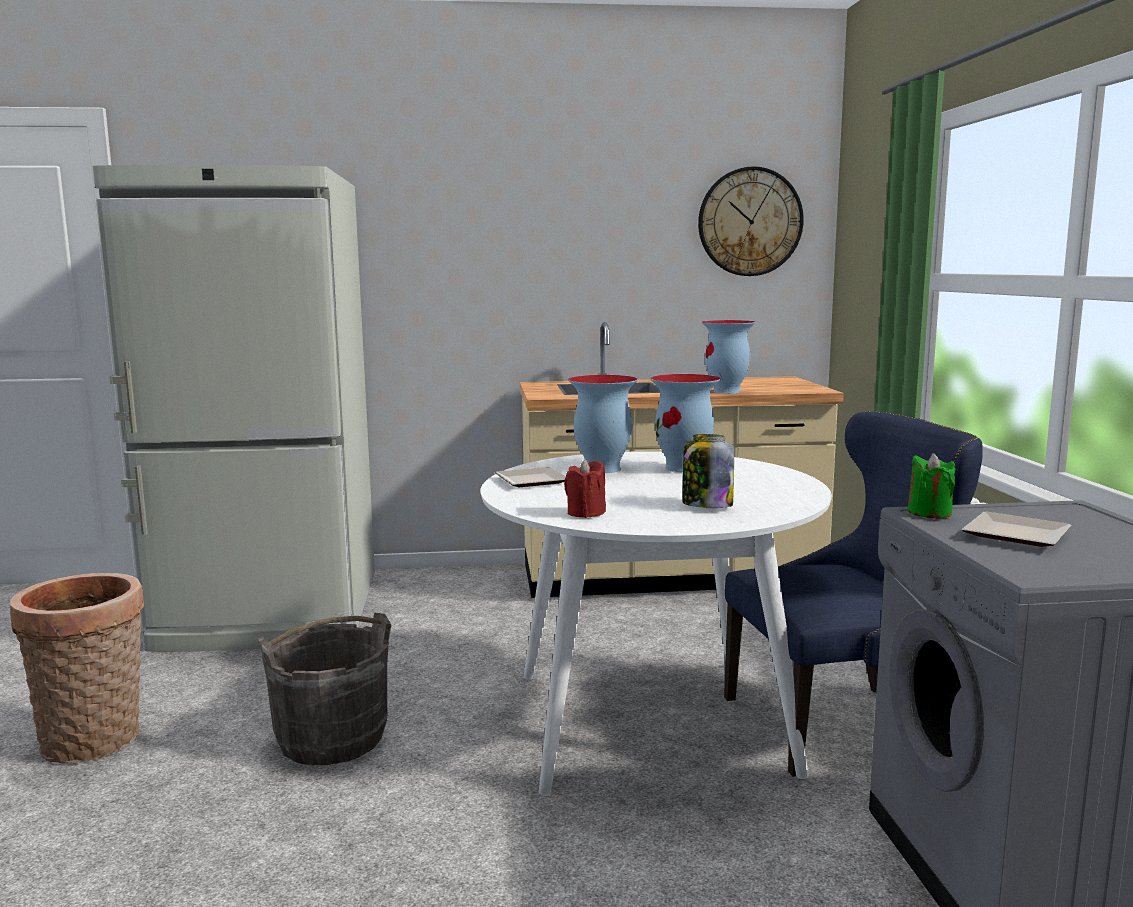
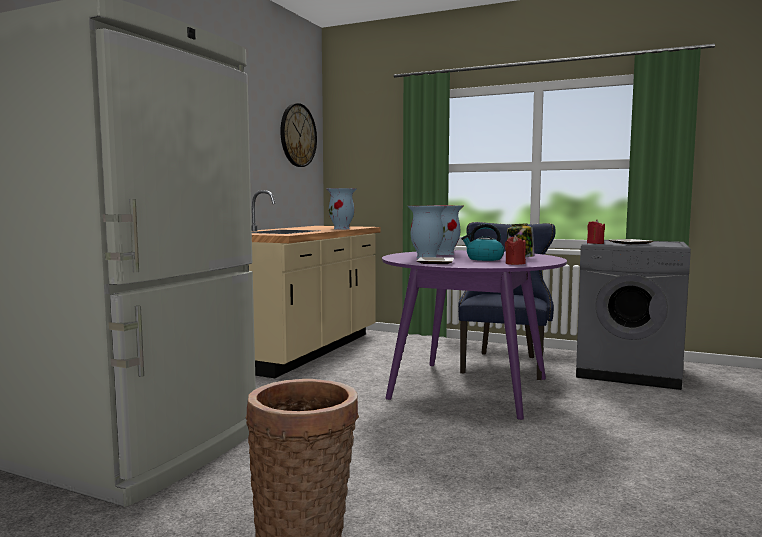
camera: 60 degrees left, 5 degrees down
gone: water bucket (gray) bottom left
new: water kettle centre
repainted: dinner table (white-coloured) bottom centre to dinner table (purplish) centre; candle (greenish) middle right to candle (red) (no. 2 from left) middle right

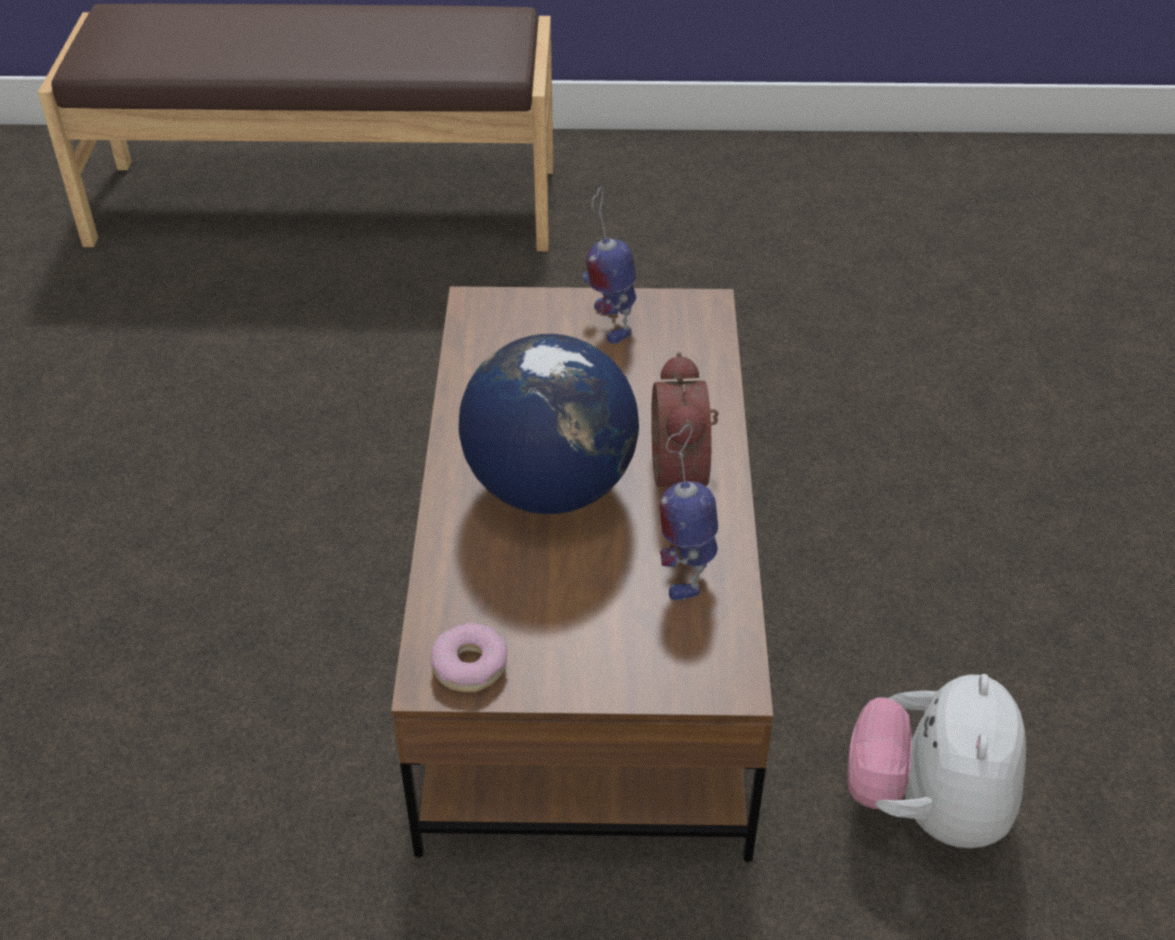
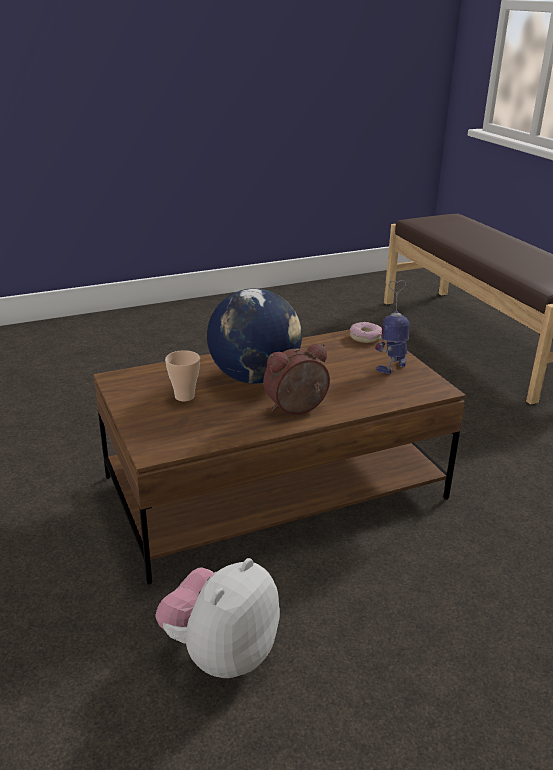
camera: 65 degrees right, 15 degrees down
gone: model robot (no. 2 from left) centre
new: drinking cup middle left
shifted: donut bottom centre to centre
rotated: plush toy bottom right = bottom centre 45 degrees counterclockwise

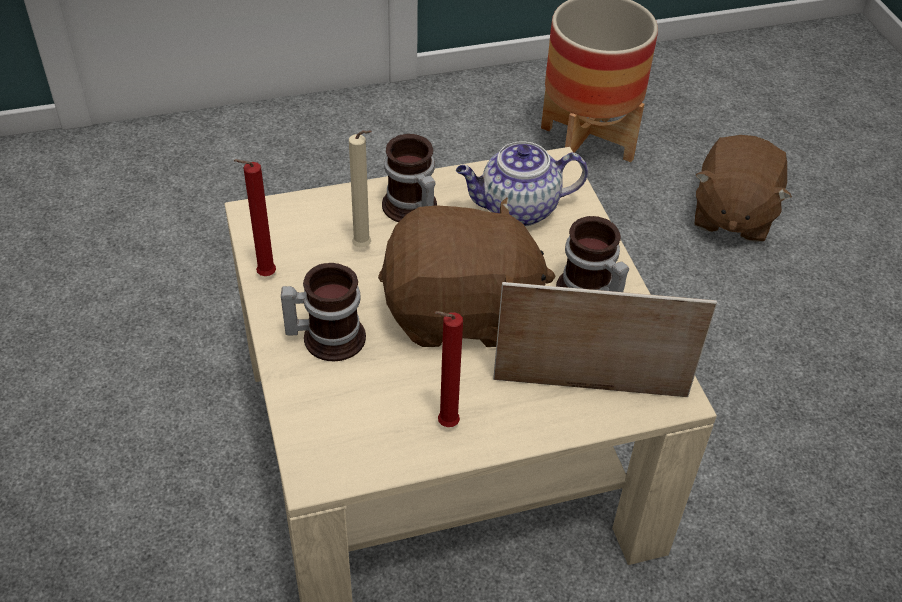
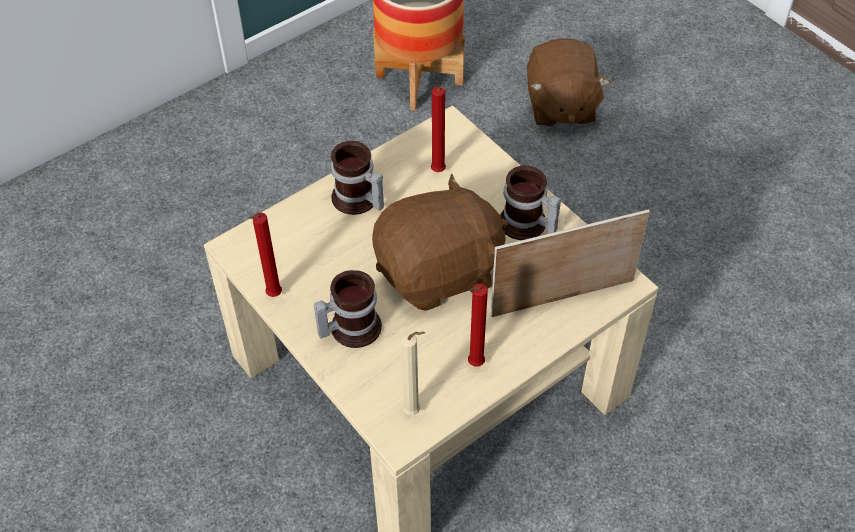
camera: 20 degrees left, 5 degrees up
shifted: candle (sand-coloured) top centre to bottom centre
swapped: pot for tea top centre to candle (red) (no. 2 from left) top centre

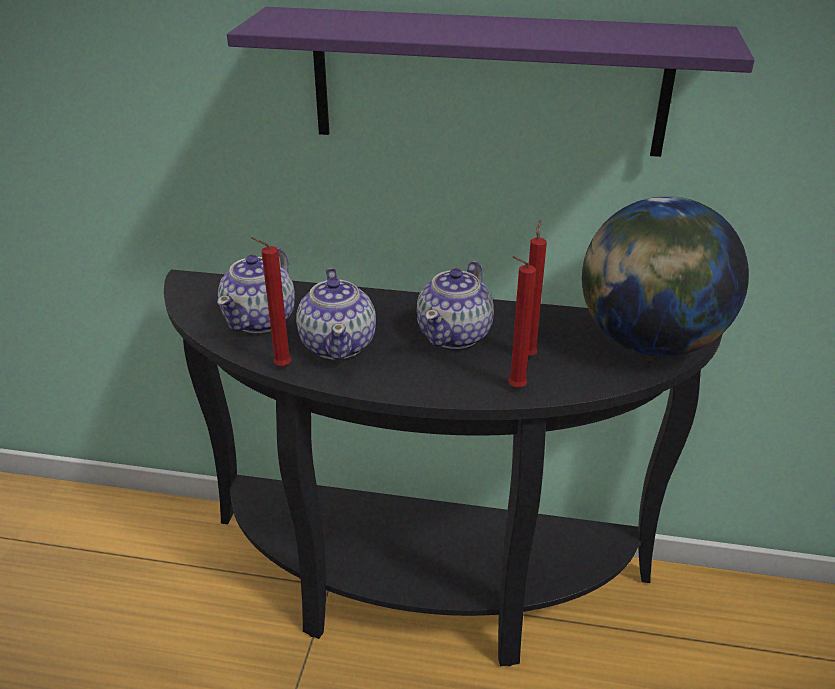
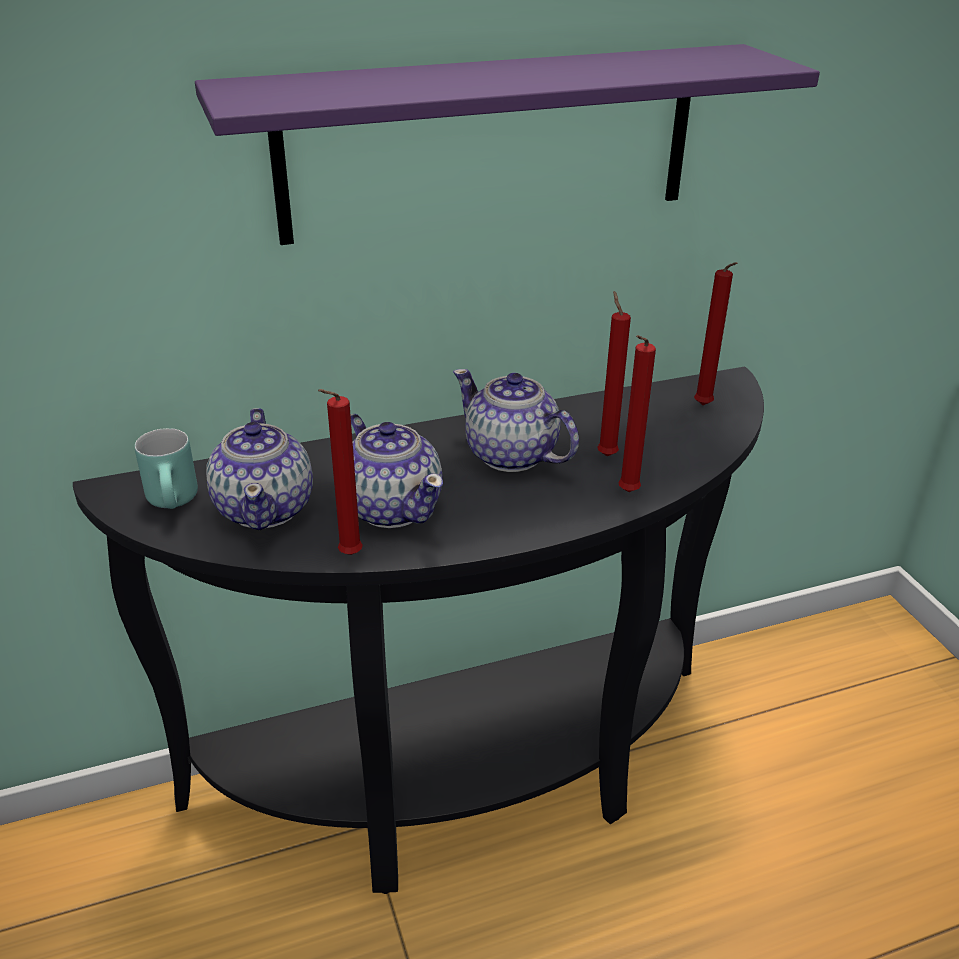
camera: 30 degrees left, 0 degrees up
new: tea mug (turquoise) middle left
swapped: globe middle right to candle (red) (no. 4 from left) middle right
rotated: pot for tea (no. 3 from left) centre = centre 135 degrees clockwise

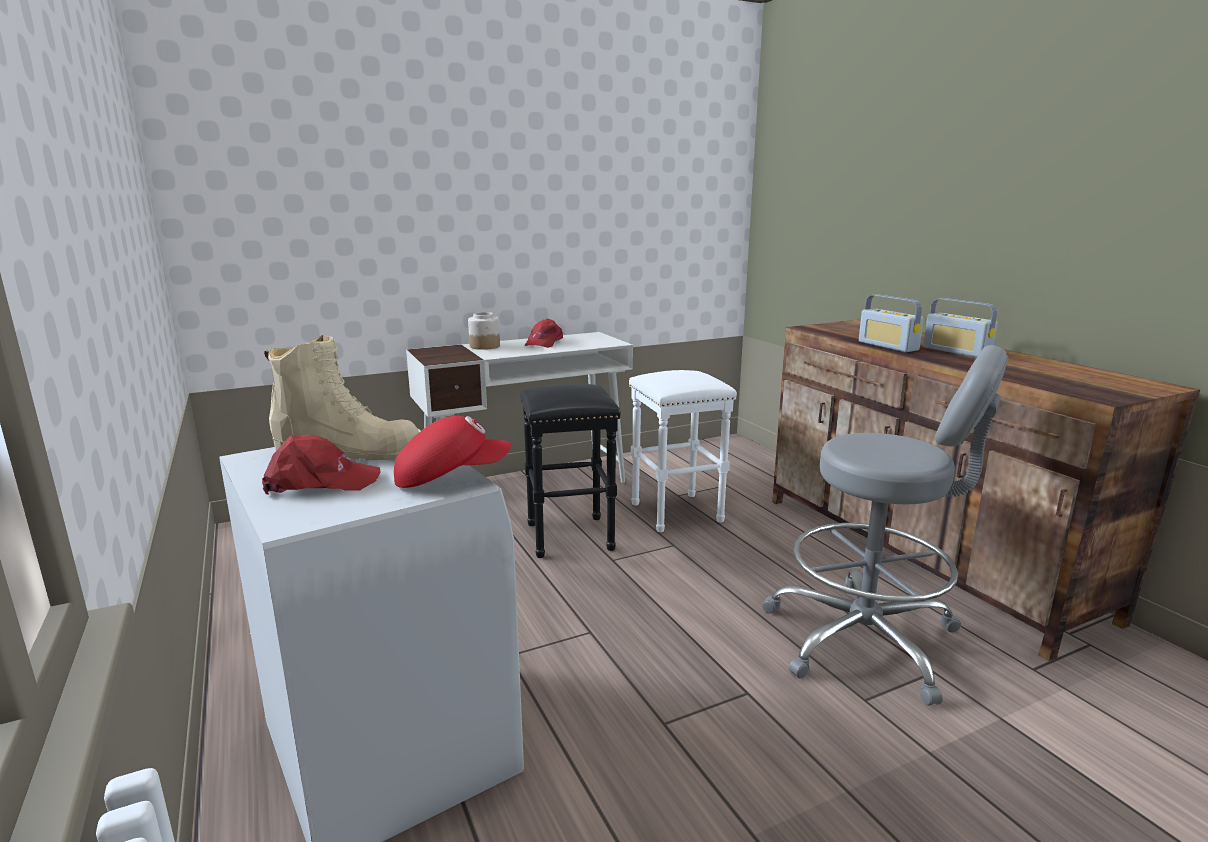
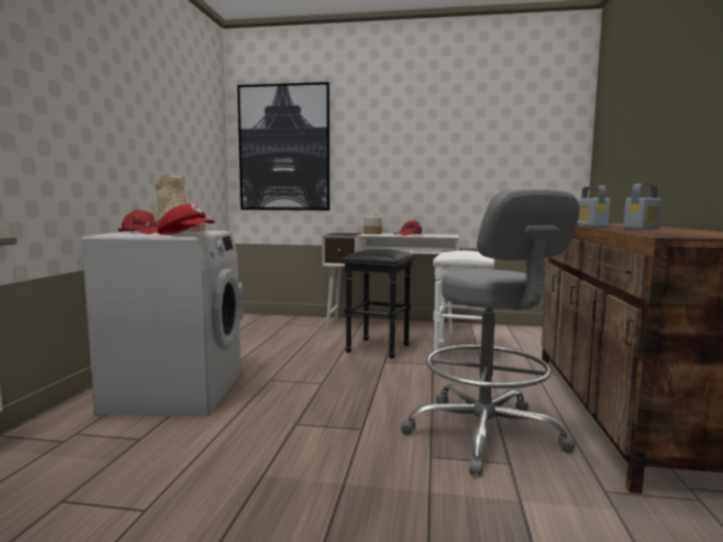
camera: 35 degrees right, 10 degrees down
new: wall art top centre
rotated: radio (no. 2 from left) middle right = middle right 135 degrees counterclockwise

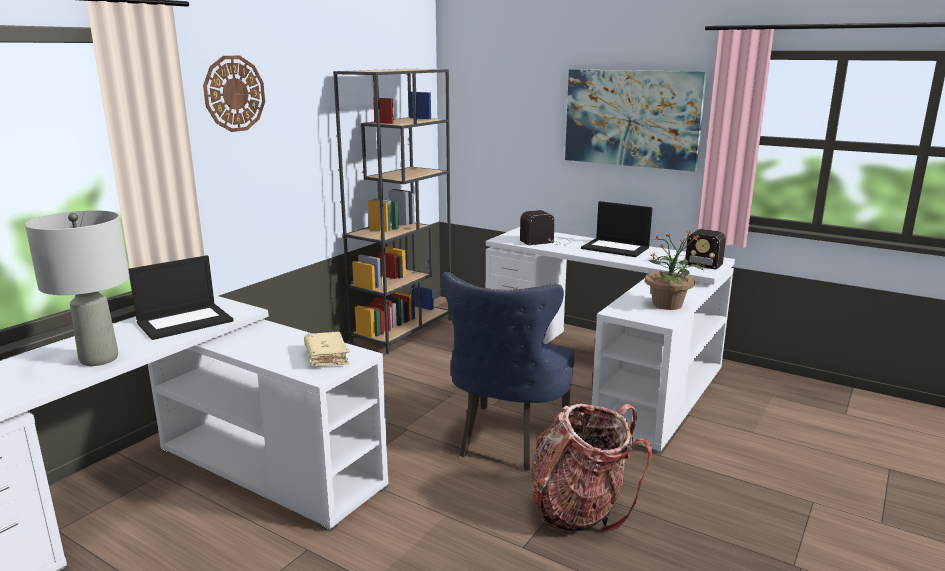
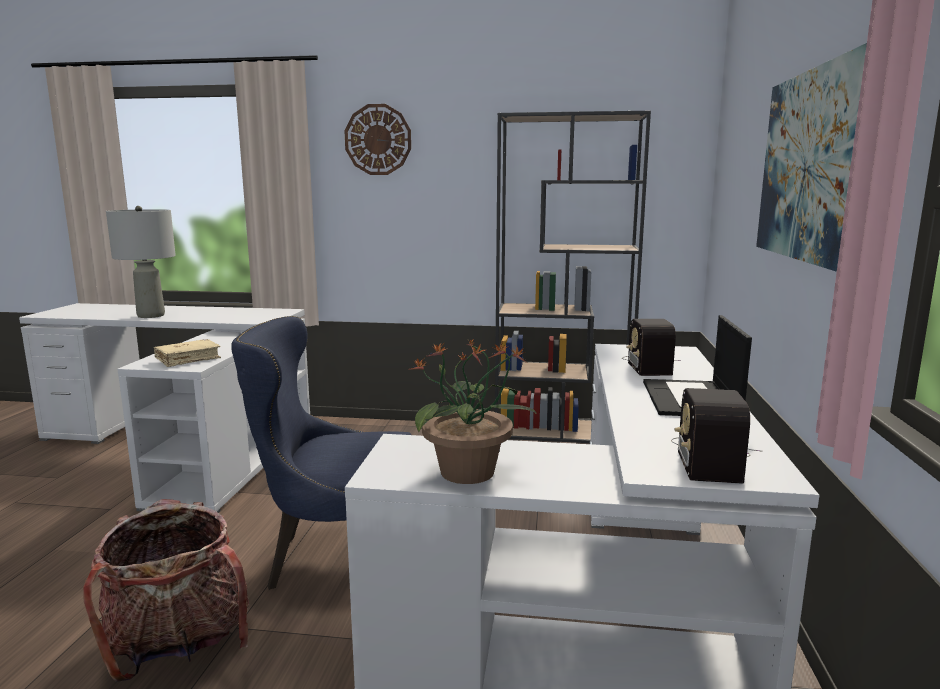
camera: 65 degrees right, 5 degrees down
gone: notebook computer (no. 1 from left) middle left
rotated: radio (no. 1 from left) centre = middle right 135 degrees counterclockwise

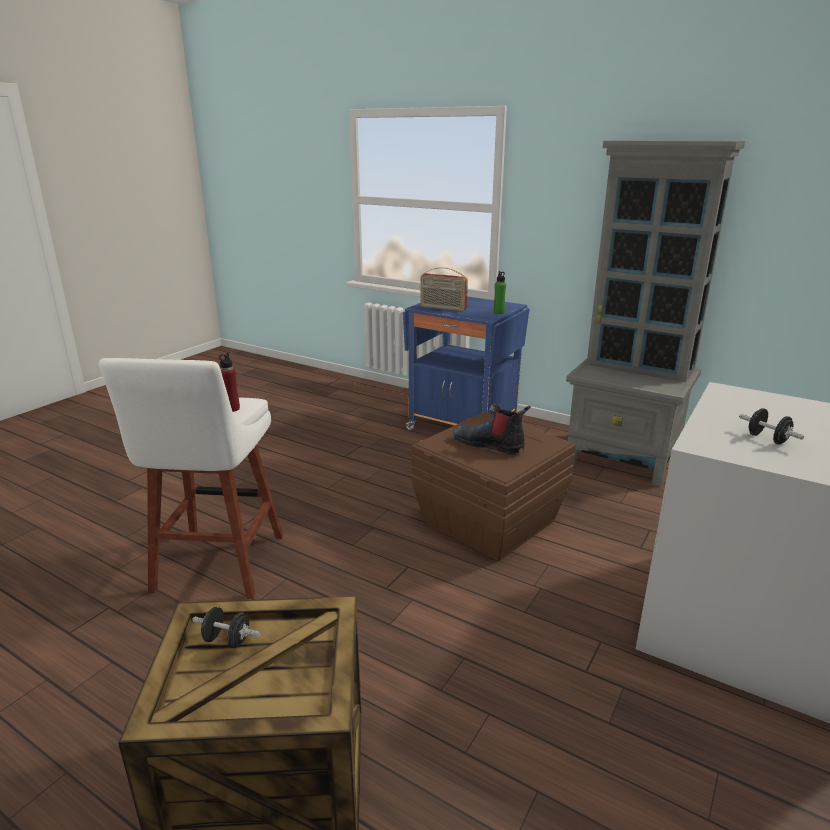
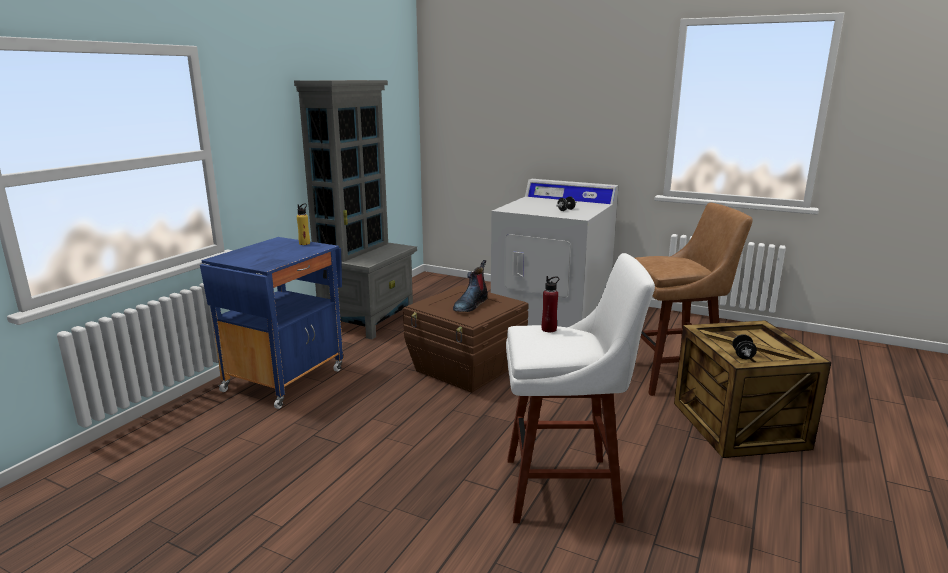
camera: 95 degrees left, 5 degrees down
gone: radio centre
new: stool (brownish) middle right
repainted: bottle (greenish) centre to bottle (yellow) middle left

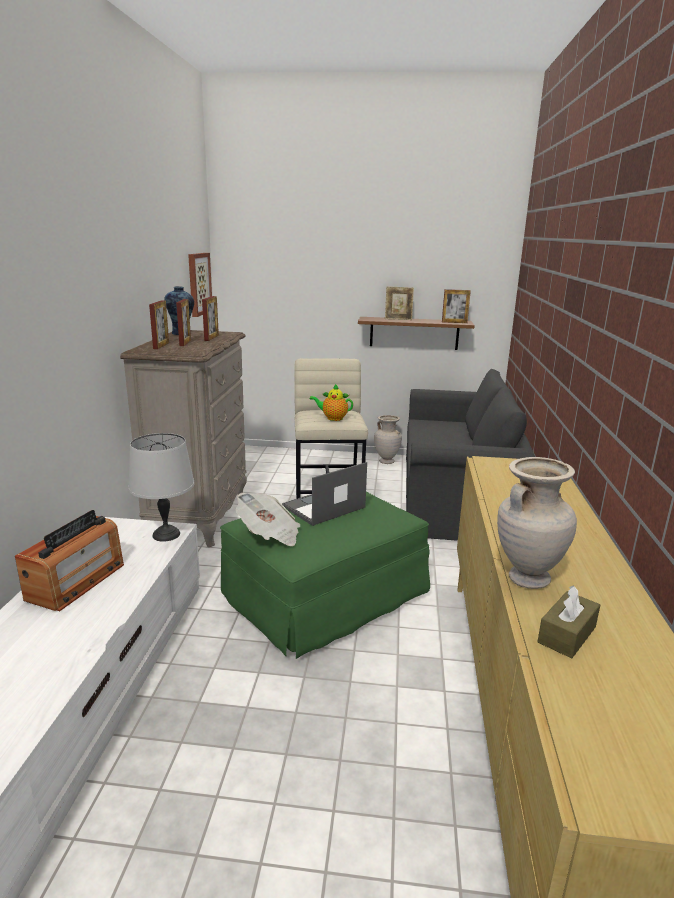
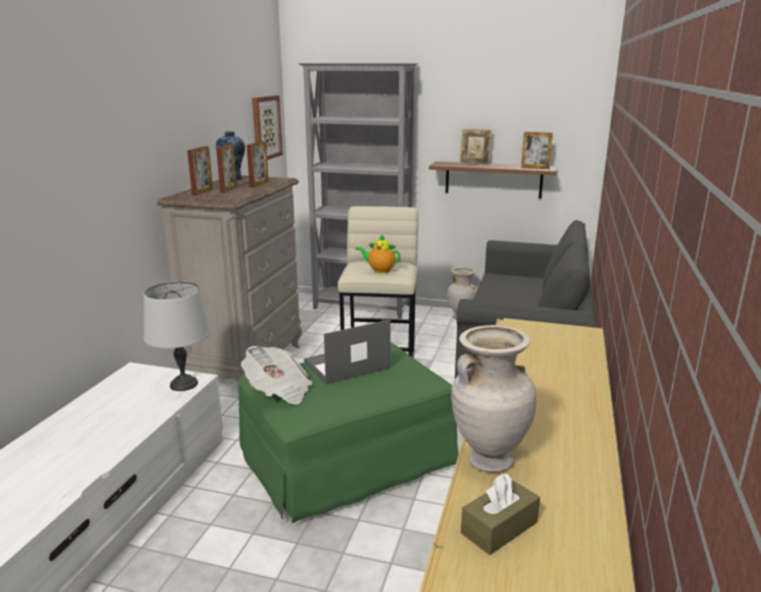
camera: 10 degrees right, 0 degrees up
gone: radio middle left
new: bookshelf (gray) top centre

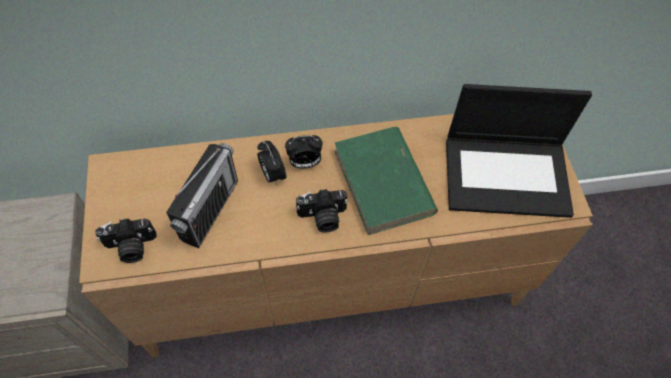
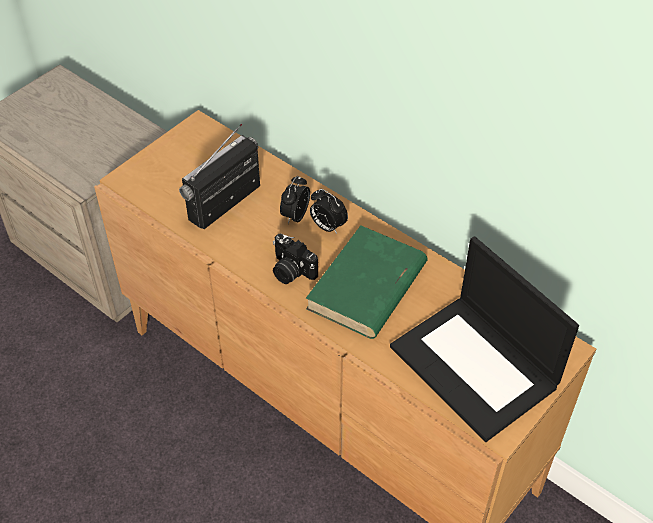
camera: 50 degrees right, 10 degrees down
gone: still camera (no. 1 from left) middle left
rotated: radio middle left = centre 150 degrees clockwise

